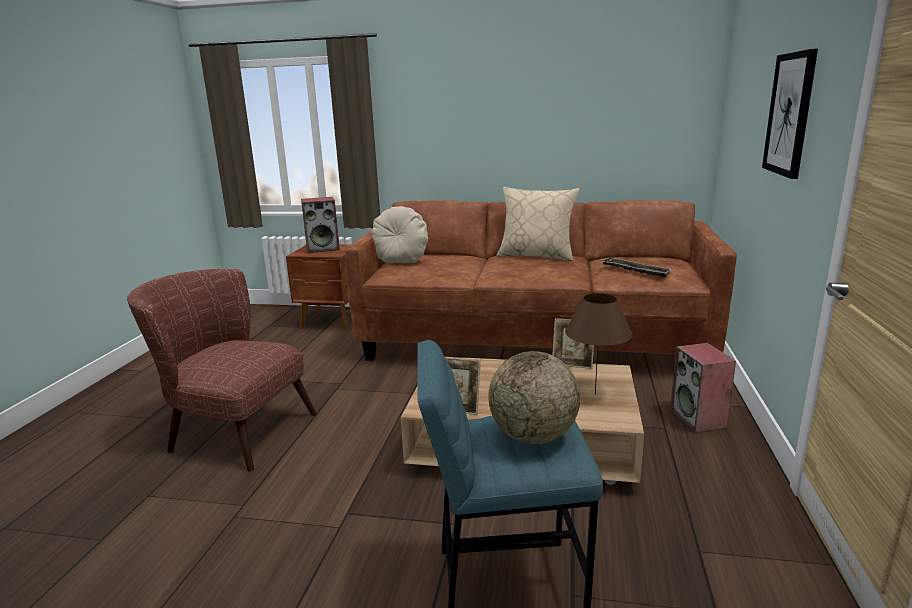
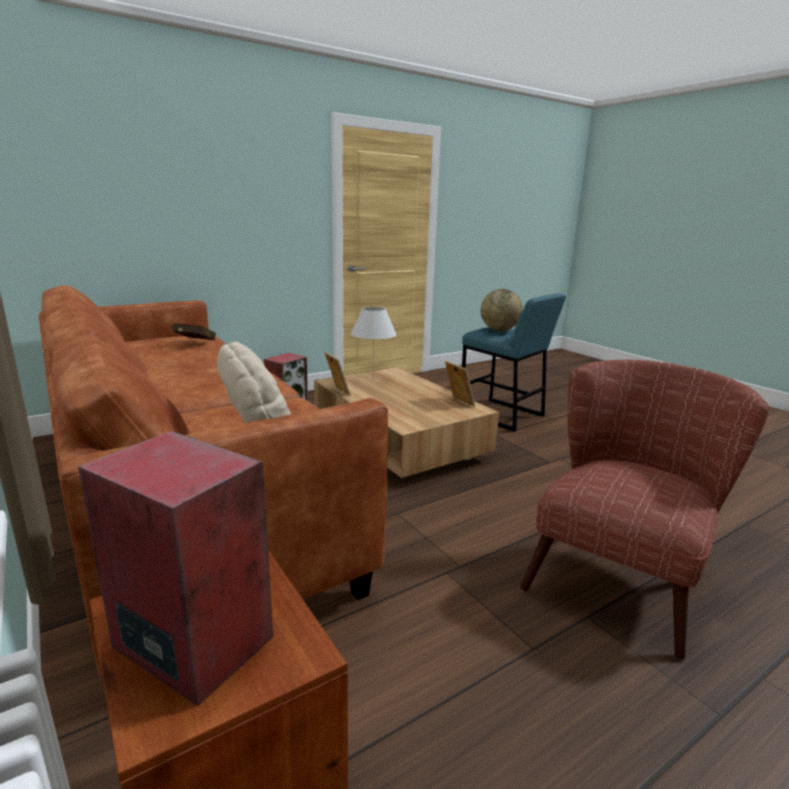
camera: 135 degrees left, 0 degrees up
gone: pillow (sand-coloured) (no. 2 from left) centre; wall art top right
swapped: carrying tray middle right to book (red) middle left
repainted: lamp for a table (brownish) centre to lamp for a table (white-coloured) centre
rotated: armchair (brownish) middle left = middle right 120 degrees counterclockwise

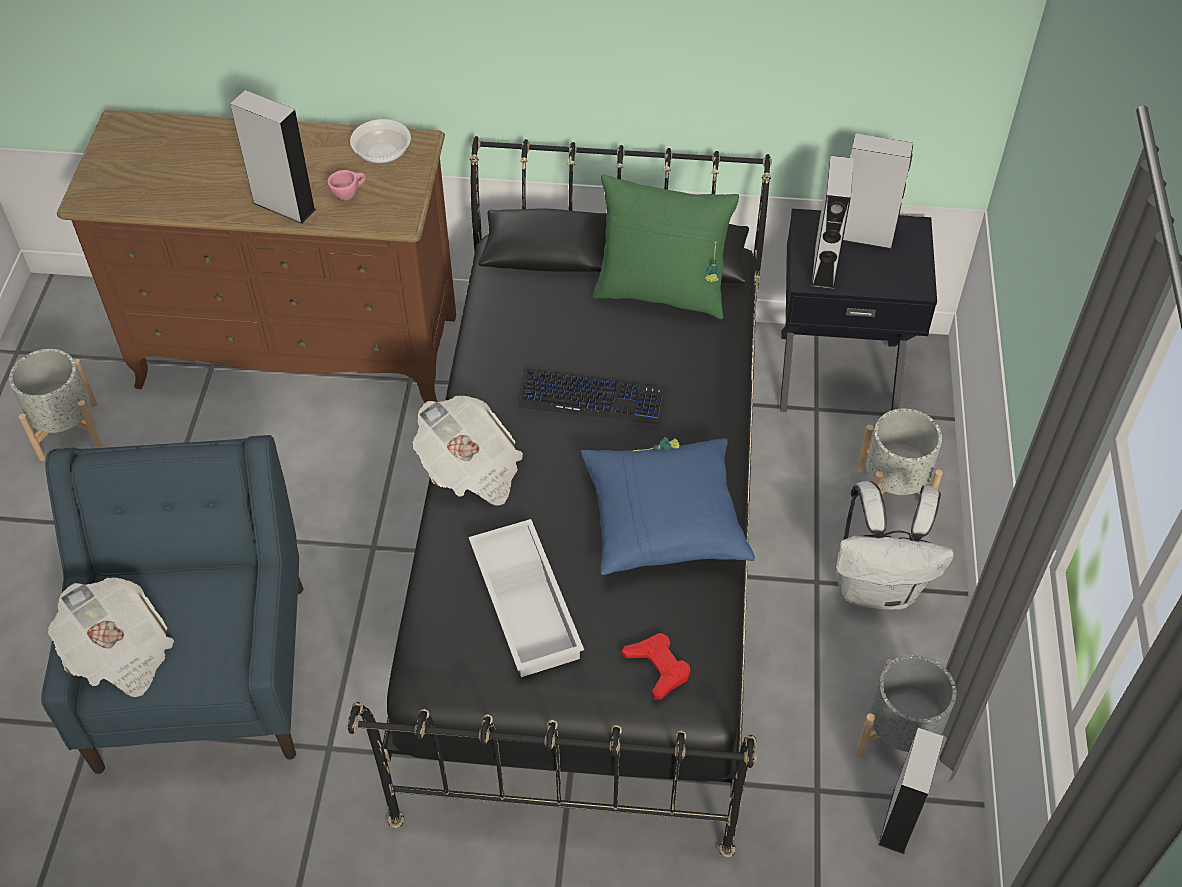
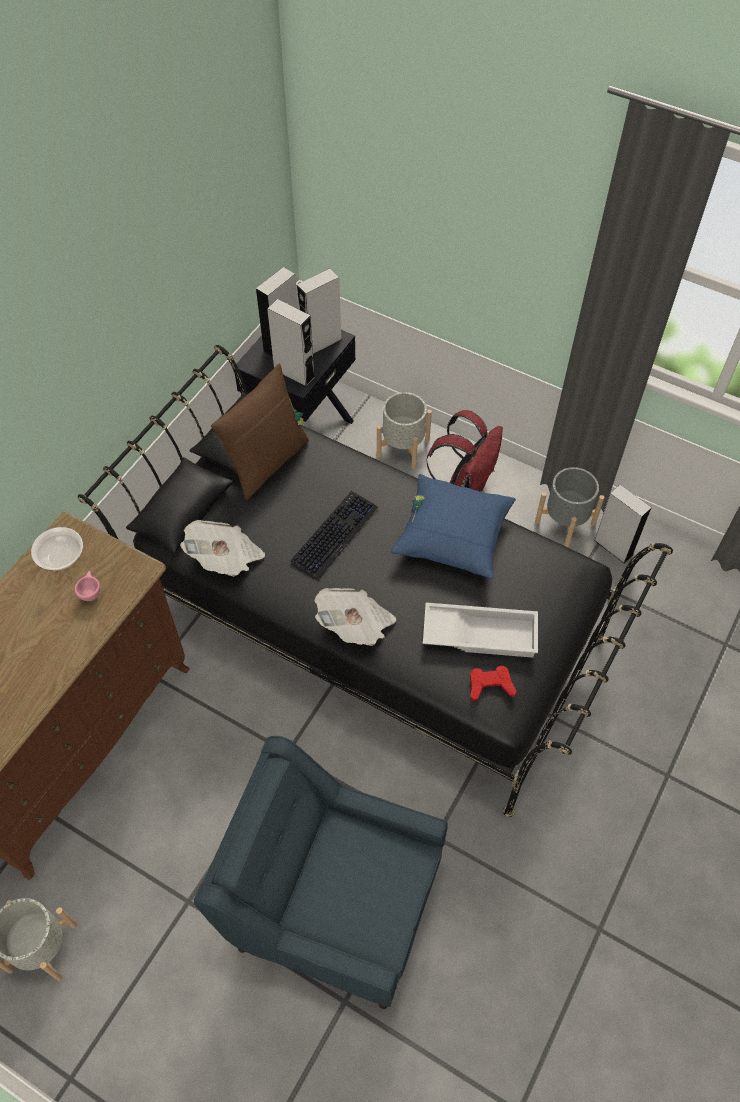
camera: 65 degrees left, 5 degrees up
shifted: daily paper (no. 1 from left) bottom left to middle left; audio speaker (gray) (no. 1 from left in the first image) top left to audio speaker (gray) (no. 3 from left) top centre; joypad (red) bottom centre to centre
repainted: pillow (greenish) top centre to pillow (brownish) centre; rucksack (white-coloured) middle right to rucksack (red) centre

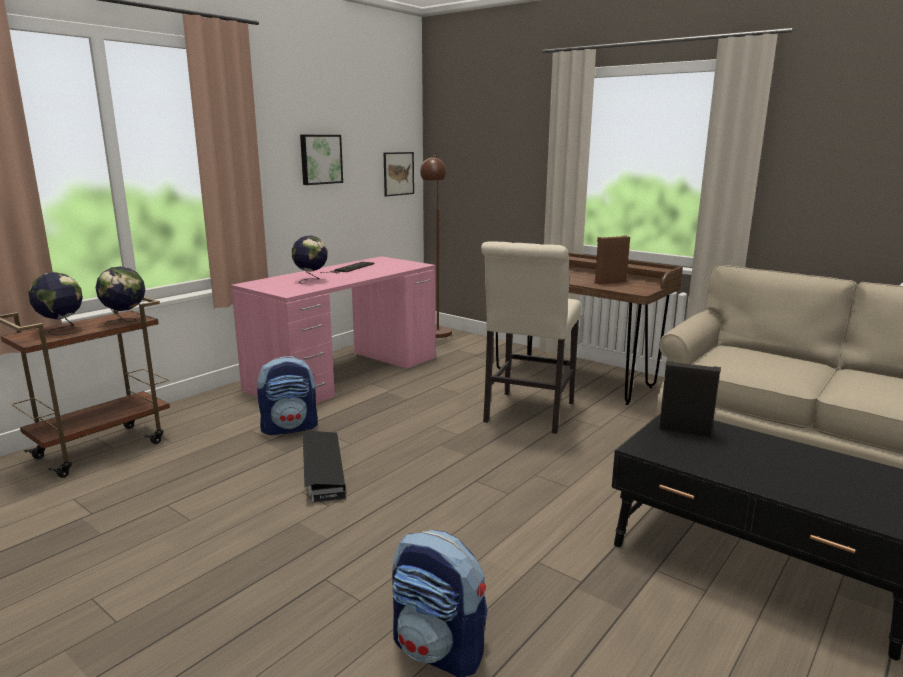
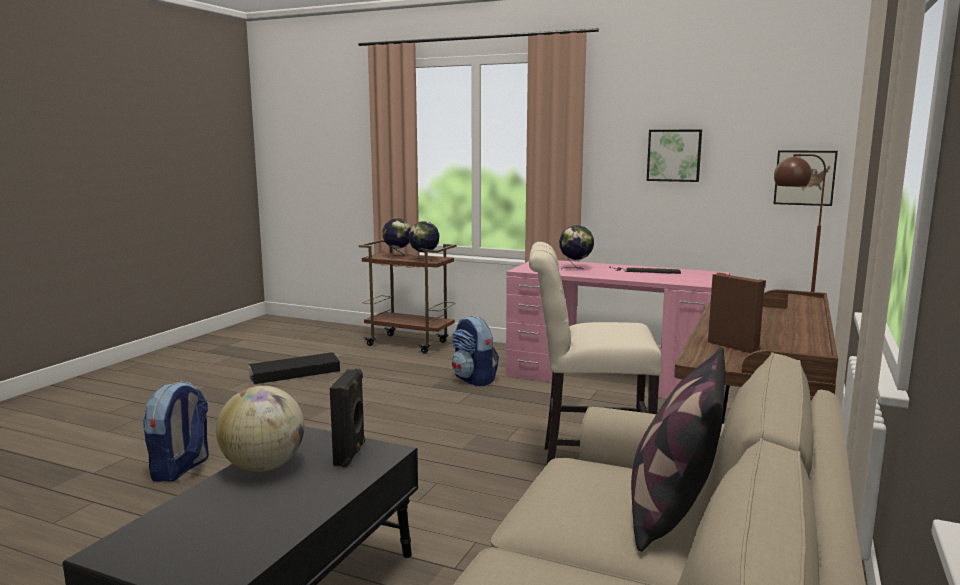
camera: 75 degrees right, 5 degrees down
new: globe (no. 1 from left) bottom left; pillow bottom right
shifted: storage bin (black) bottom centre to middle left

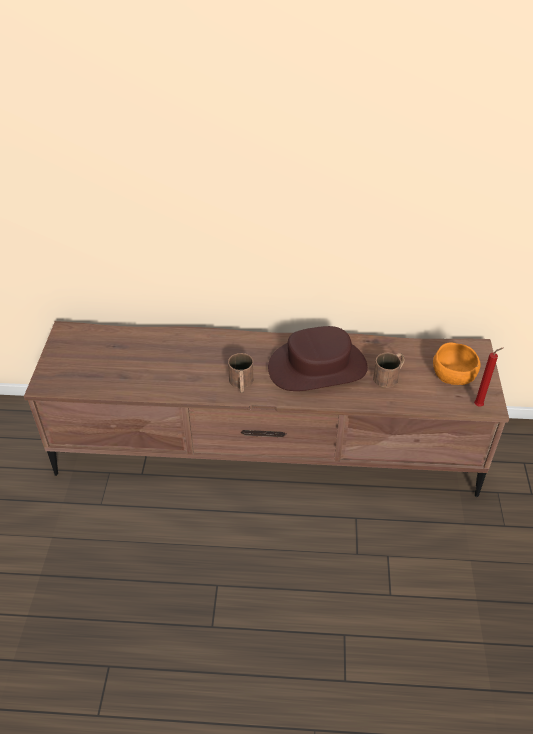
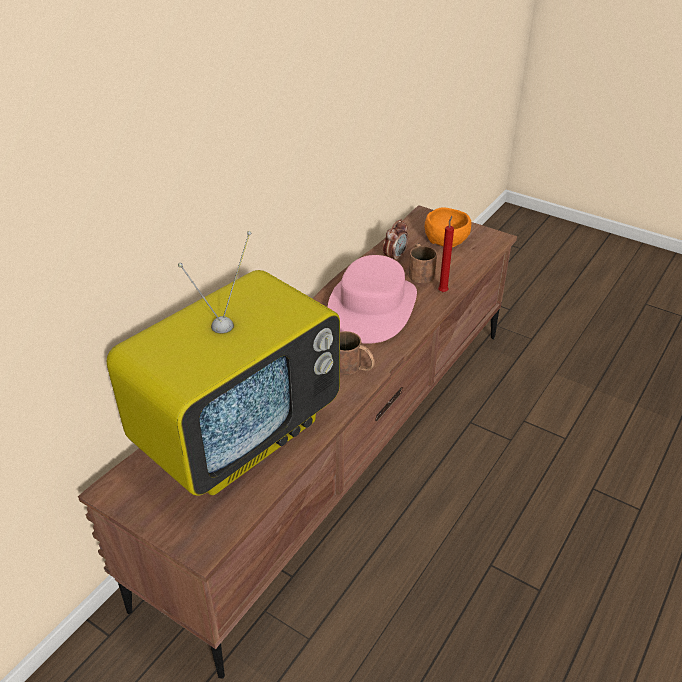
camera: 60 degrees left, 5 degrees down
new: television middle left; table clock centre
shifted: candle (red) middle right to centre
repainted: hat (brownish) centre to hat (pinkish) centre

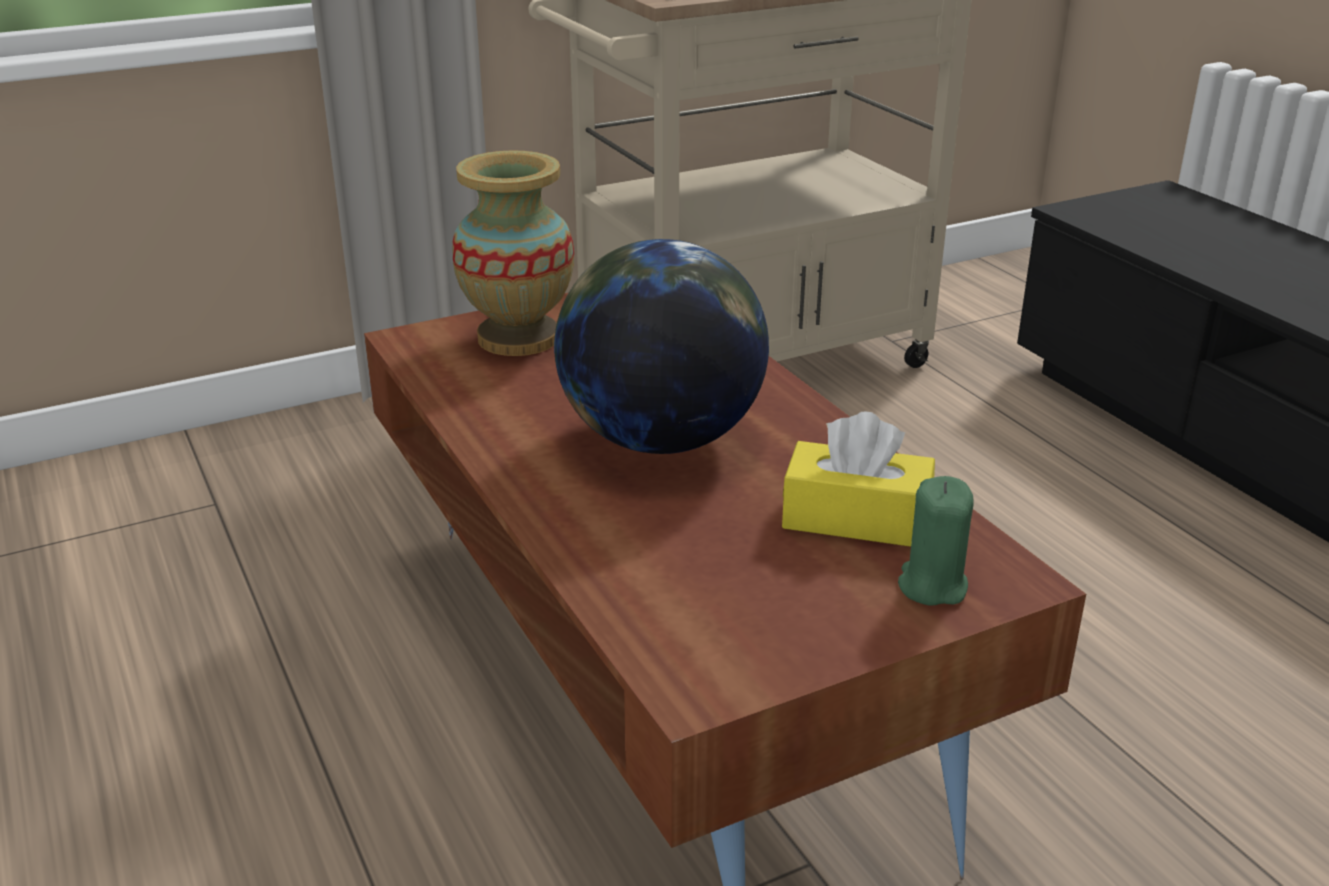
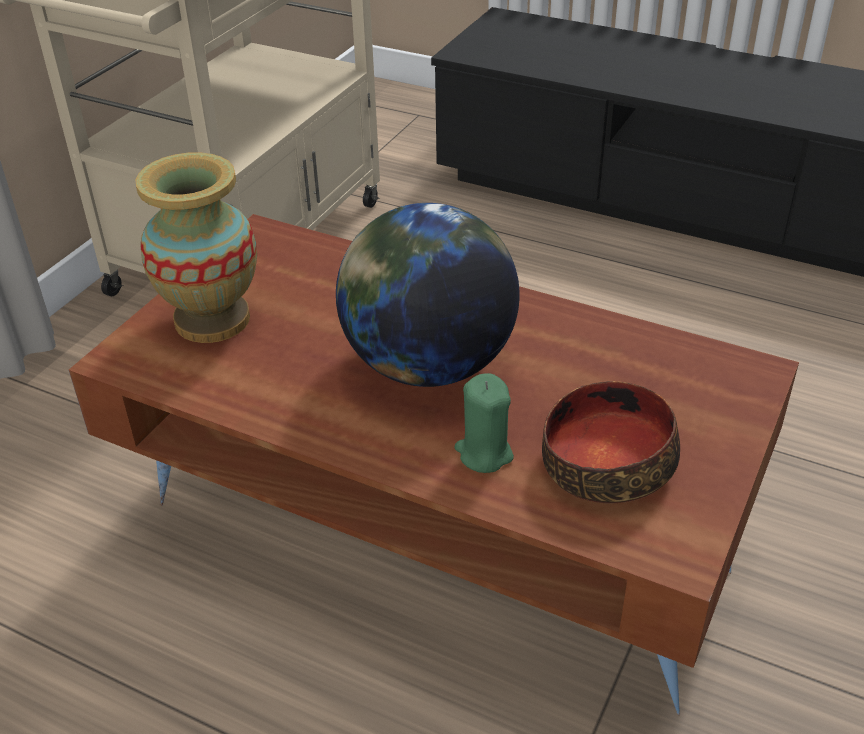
camera: 35 degrees left, 10 degrees up
gone: tissue holder (yellow) centre
new: serving bowl middle right
shifted: candle (greenish) middle right to centre

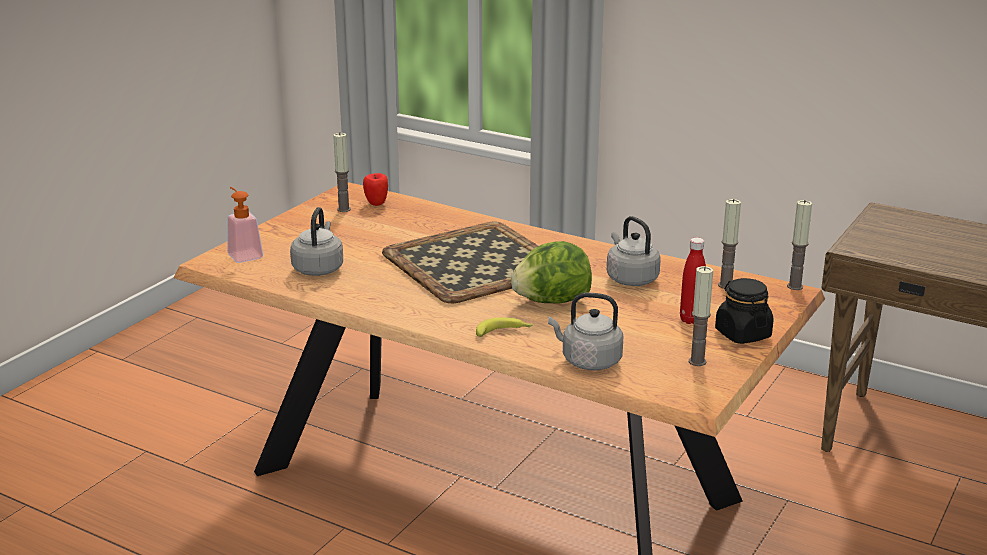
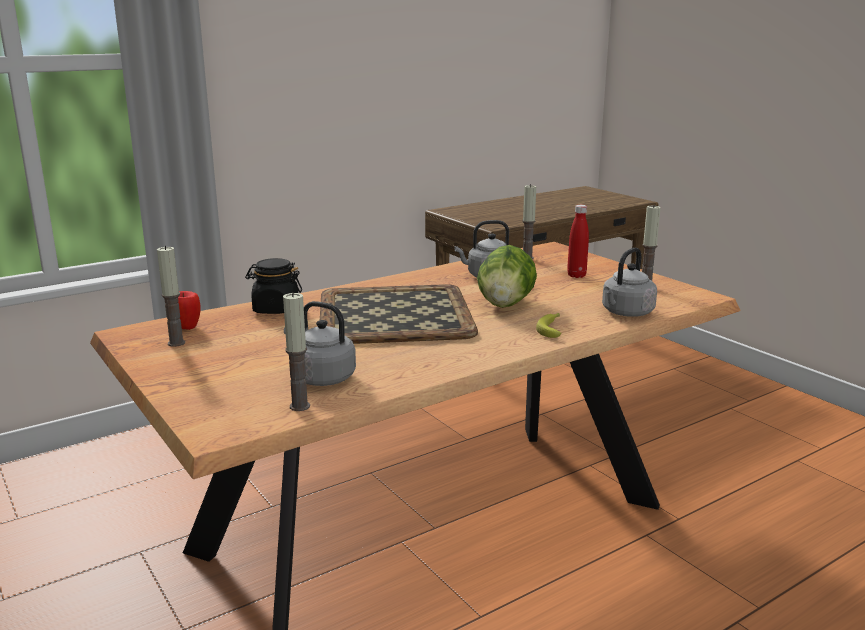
camera: 65 degrees left, 5 degrees down
gone: soap dispenser middle left
shifted: storage jar (black) middle right to middle left; candle (no. 4 from left in the first image) middle right to candle (no. 2 from left) centre

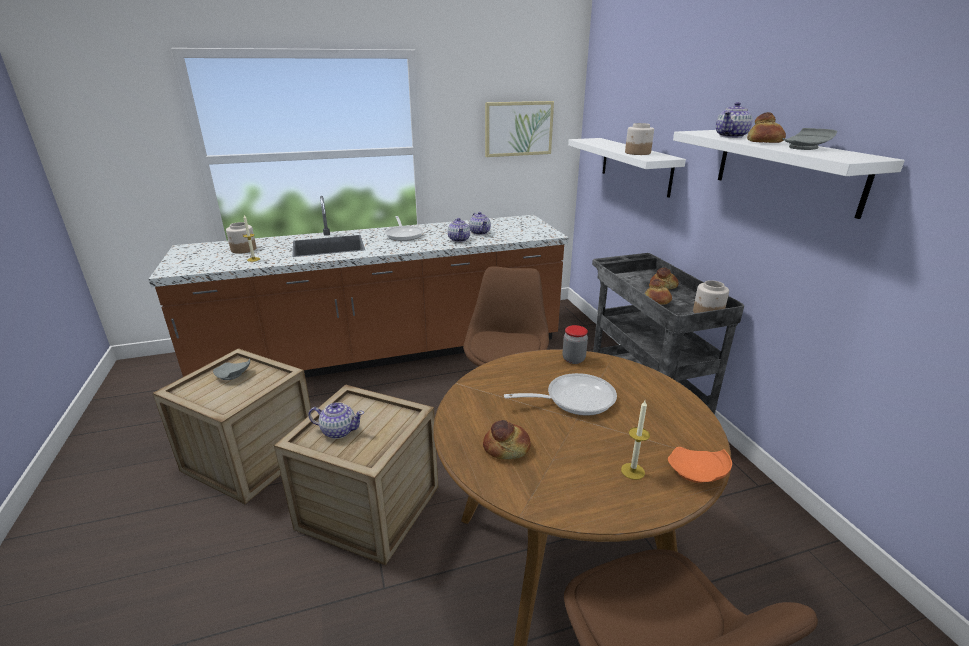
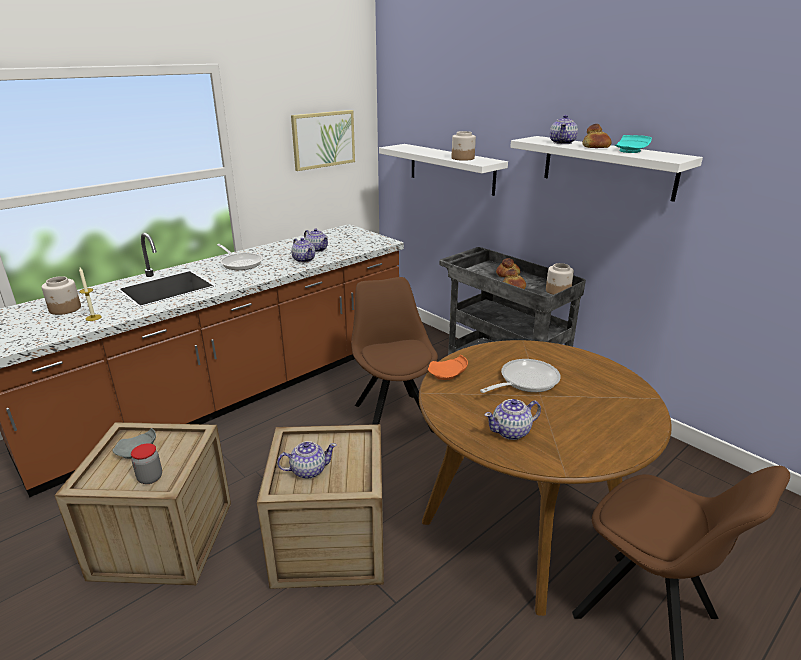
camera: 25 degrees left, 0 degrees up
gone: candle (no. 2 from left) bottom centre
shifted: storage jar (no. 2 from left) centre to bottom left; plate (orange) bottom right to centre
swapped: baked bread (no. 1 from left) bottom centre to pot for tea (no. 4 from left) centre
repainted: plate (gray) (no. 2 from left) top right to plate (turquoise) top right

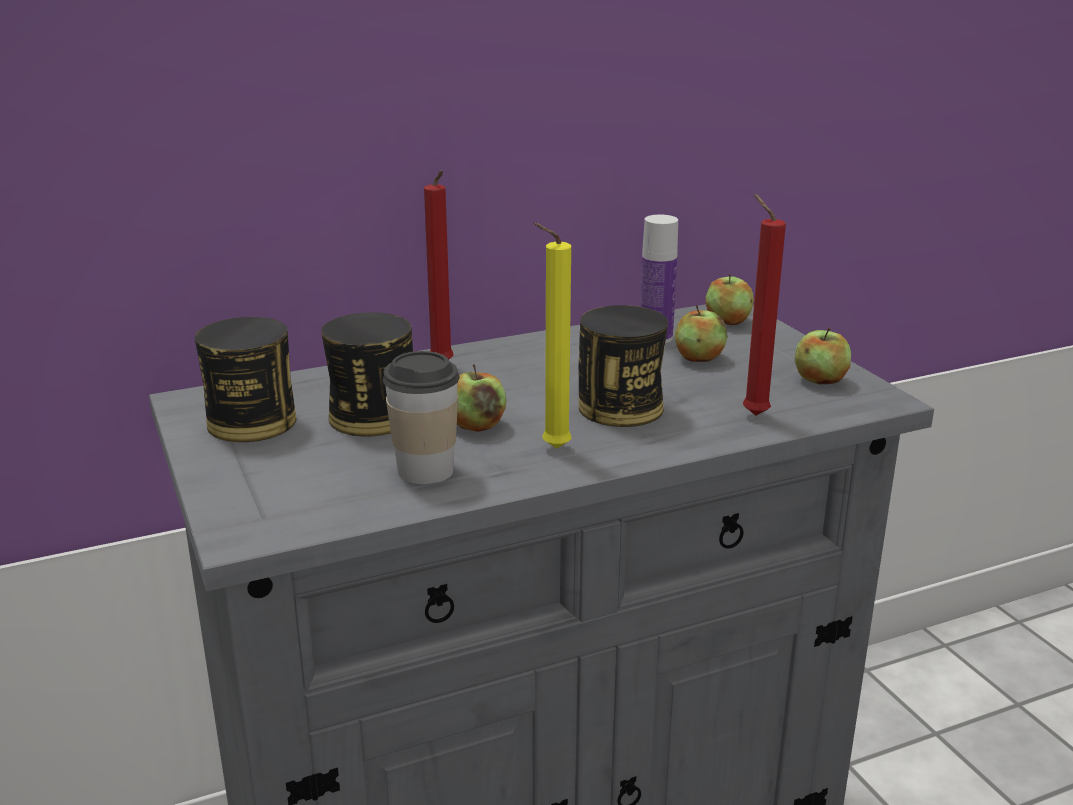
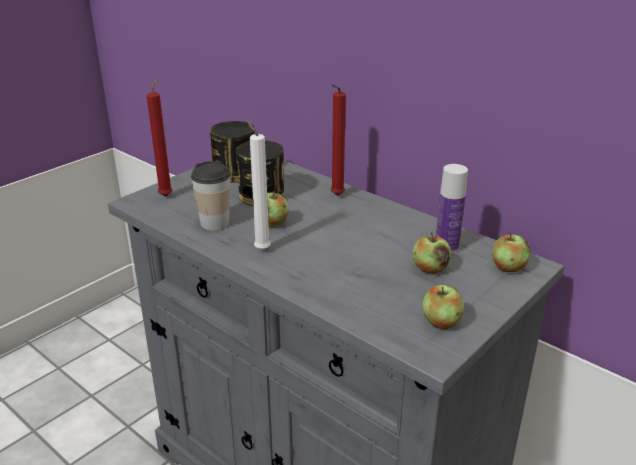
camera: 65 degrees right, 5 degrees up
gone: can (no. 3 from left) centre
shifted: candle (red) (no. 2 from left in the first image) middle right to candle (red) (no. 1 from left) top left
repainted: candle (yellow) centre to candle (white-coloured) centre

